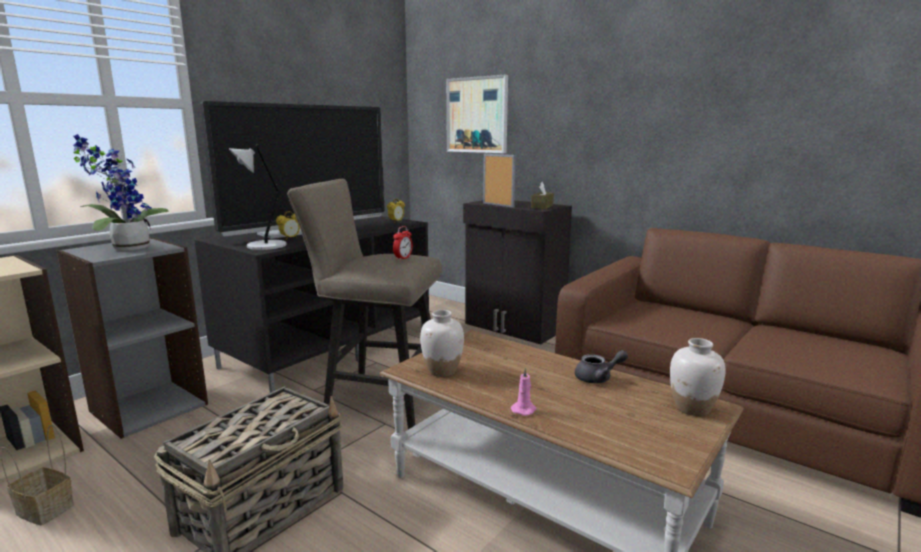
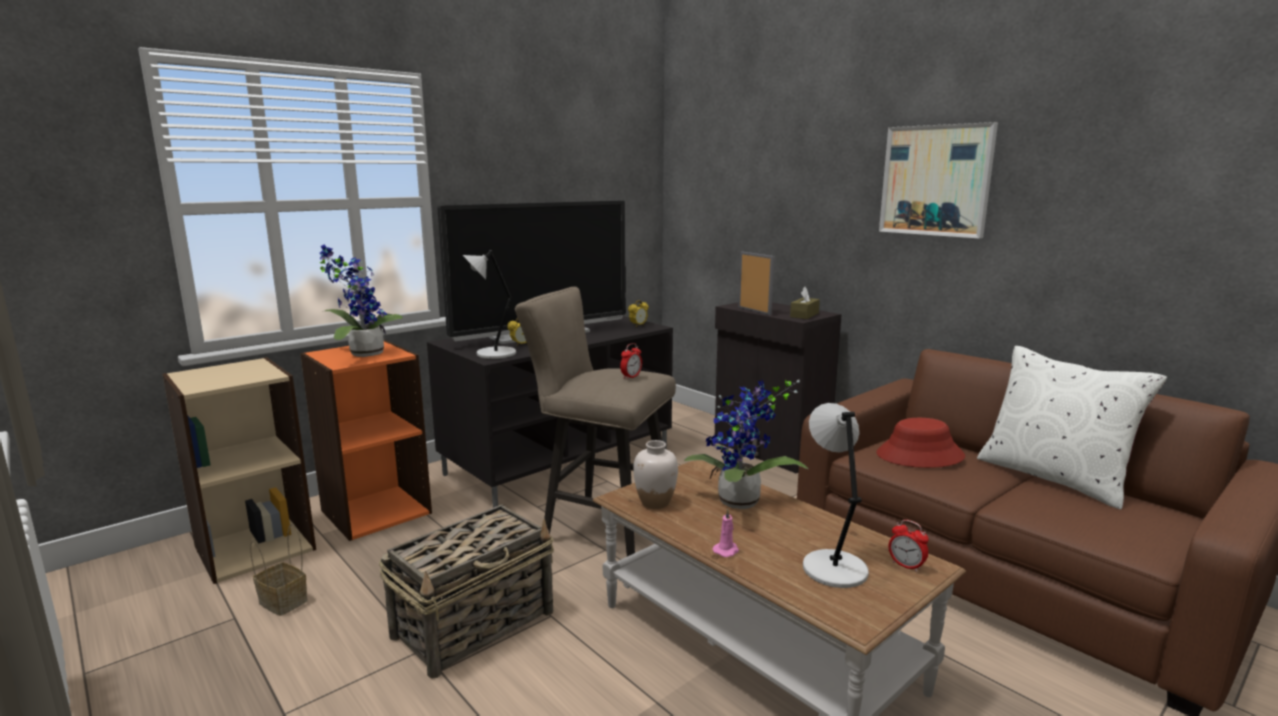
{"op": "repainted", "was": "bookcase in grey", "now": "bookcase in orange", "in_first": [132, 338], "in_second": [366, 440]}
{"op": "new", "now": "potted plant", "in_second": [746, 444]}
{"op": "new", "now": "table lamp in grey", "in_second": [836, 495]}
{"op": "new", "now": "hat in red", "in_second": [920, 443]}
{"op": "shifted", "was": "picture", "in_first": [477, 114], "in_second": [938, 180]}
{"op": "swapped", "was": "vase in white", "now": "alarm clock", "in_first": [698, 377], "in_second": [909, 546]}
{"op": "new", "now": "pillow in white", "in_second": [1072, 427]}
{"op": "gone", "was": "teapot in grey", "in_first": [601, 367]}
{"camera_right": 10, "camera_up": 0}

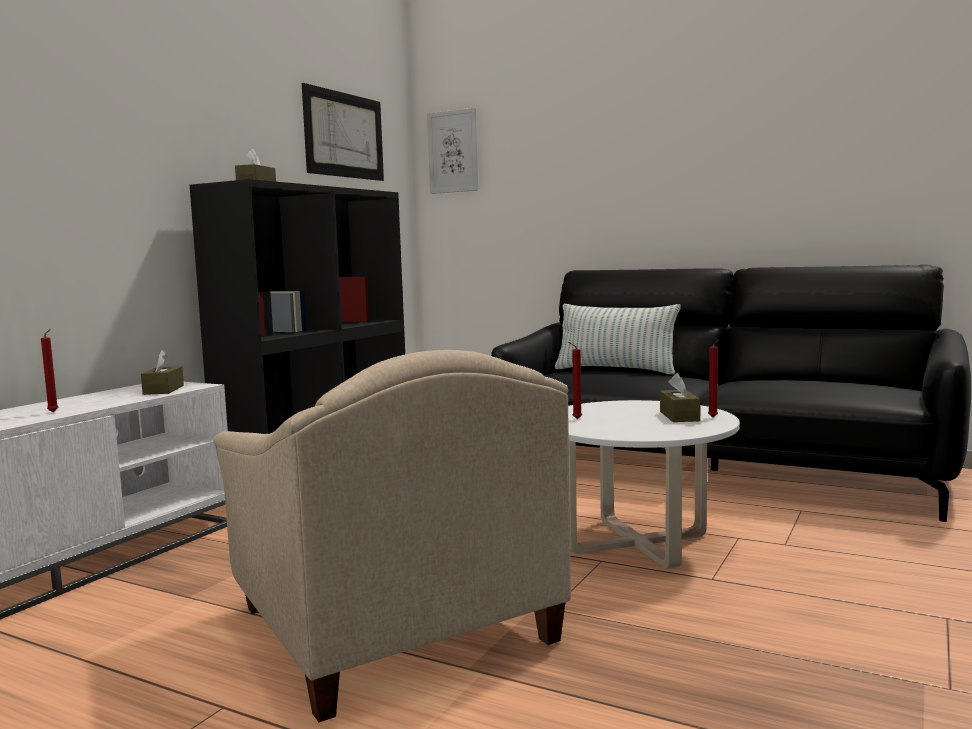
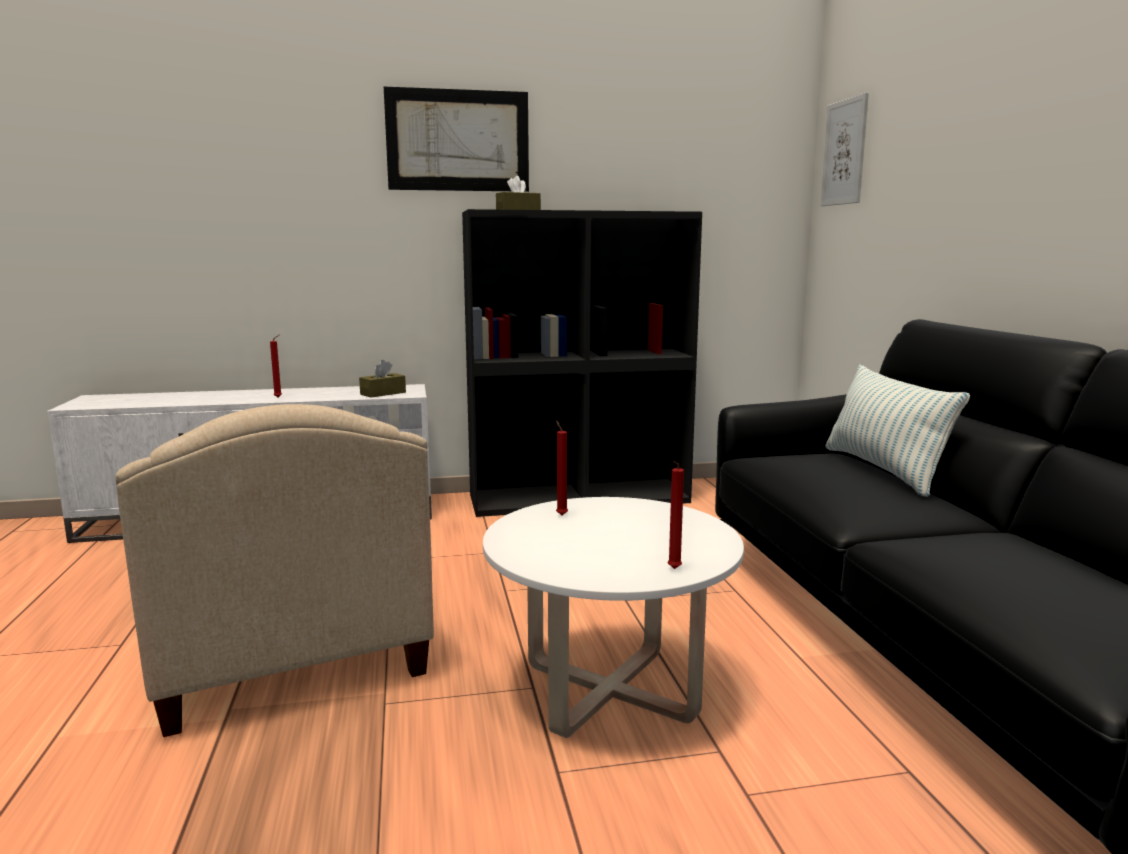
{"op": "rotated", "was": "armchair in beige", "in_first": [392, 536], "in_second": [275, 570], "clockwise": -45}
{"op": "shifted", "was": "picture", "in_first": [343, 132], "in_second": [456, 139]}
{"op": "gone", "was": "tissue box in brown", "in_first": [680, 397]}
{"camera_right": 50, "camera_up": 5}

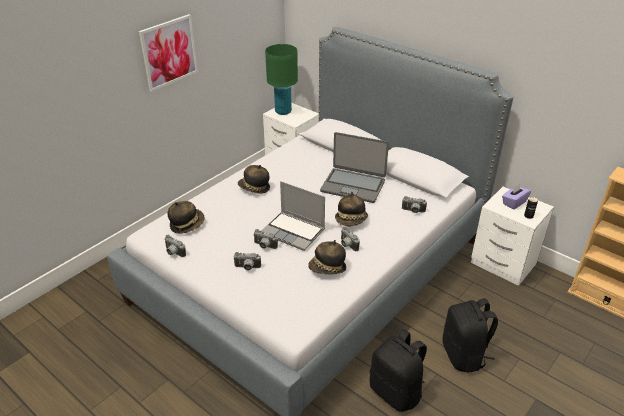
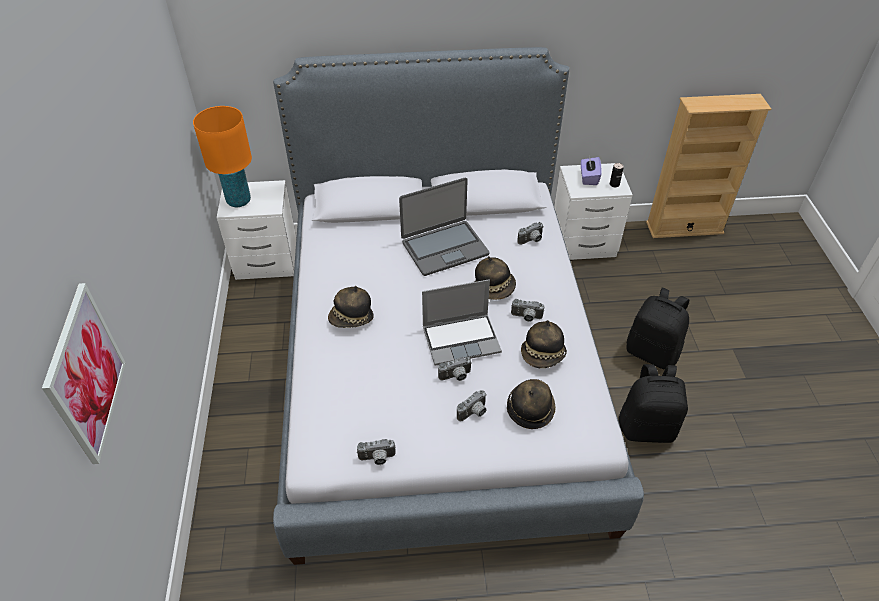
{"op": "shifted", "was": "picture", "in_first": [168, 53], "in_second": [84, 373]}
{"op": "repainted", "was": "table lamp in green", "now": "table lamp in orange", "in_first": [281, 79], "in_second": [222, 156]}
{"op": "shifted", "was": "hat", "in_first": [186, 217], "in_second": [531, 404]}
{"camera_right": -45, "camera_up": 10}

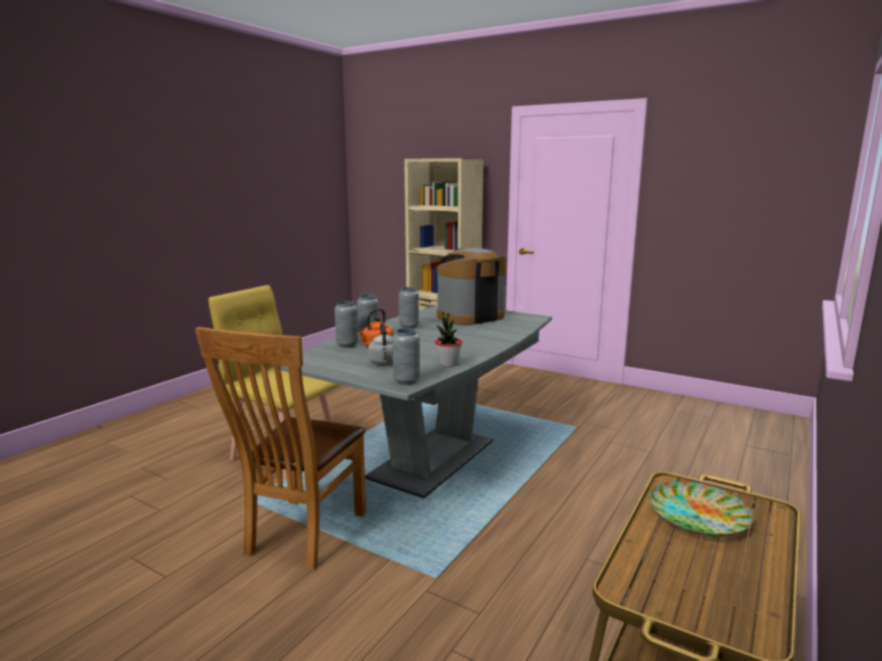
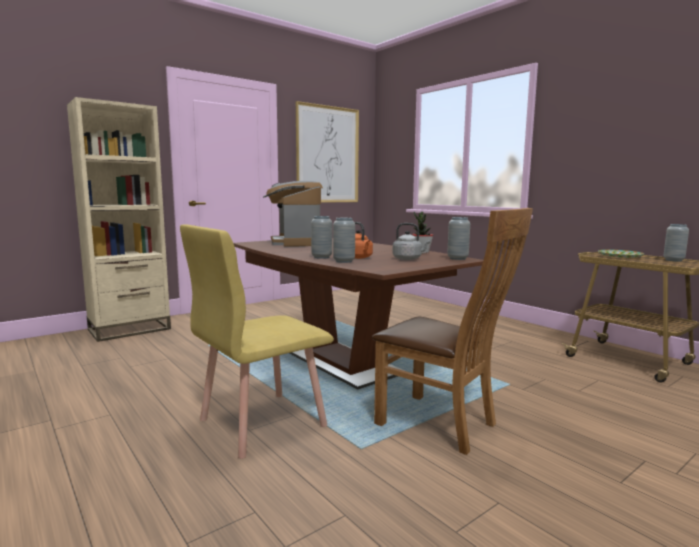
{"op": "repainted", "was": "dining table in grey", "now": "dining table in brown", "in_first": [416, 402], "in_second": [358, 314]}
{"op": "new", "now": "picture", "in_second": [327, 152]}
{"op": "shifted", "was": "vase in grey", "in_first": [409, 308], "in_second": [676, 243]}
{"camera_right": -70, "camera_up": -5}

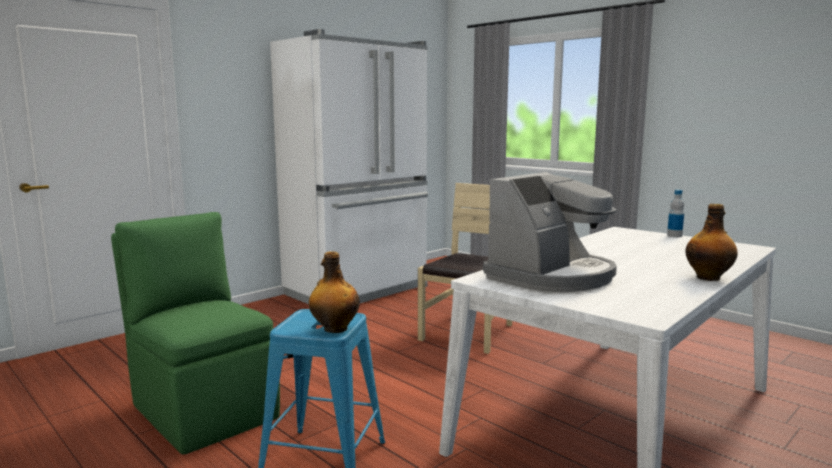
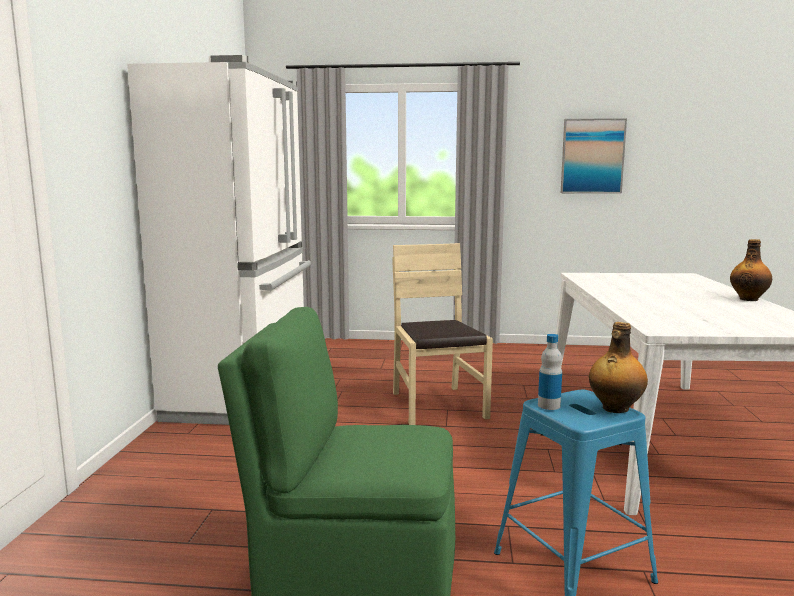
{"op": "shifted", "was": "bottle", "in_first": [675, 213], "in_second": [550, 372]}
{"op": "new", "now": "picture", "in_second": [594, 156]}
{"op": "gone", "was": "coffee machine", "in_first": [550, 232]}
{"camera_right": -40, "camera_up": 0}

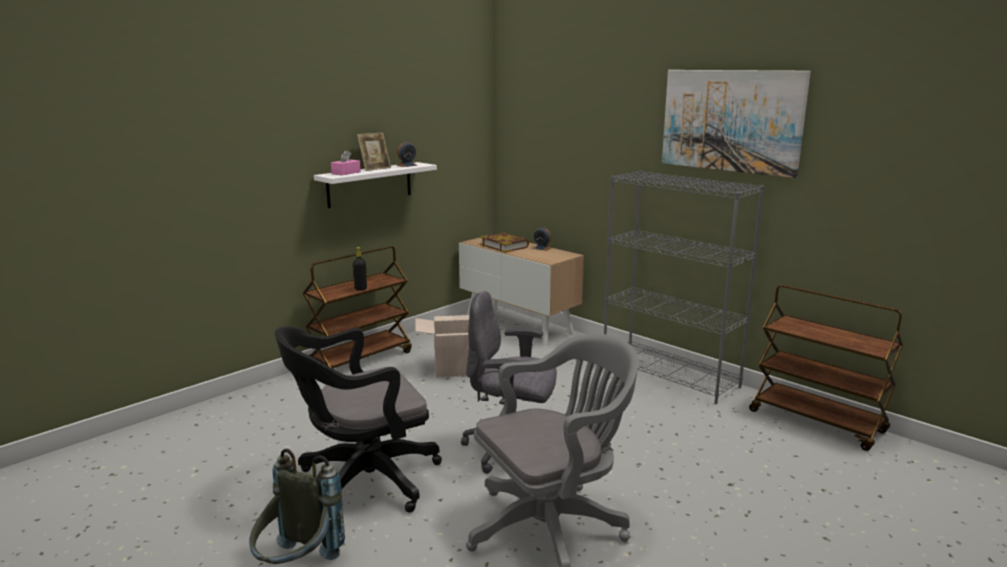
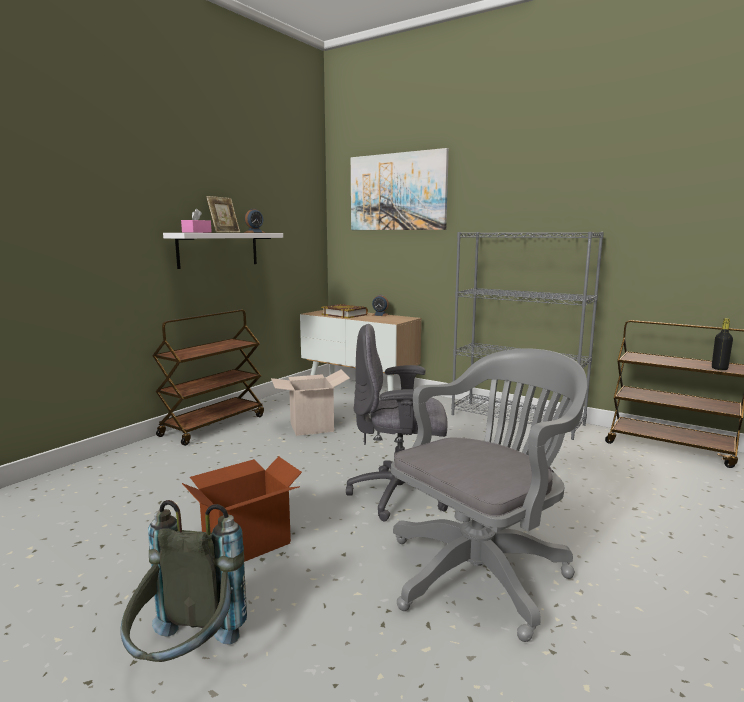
{"op": "swapped", "was": "office chair in black", "now": "cardboard box", "in_first": [358, 419], "in_second": [242, 509]}
{"op": "shifted", "was": "picture", "in_first": [736, 124], "in_second": [400, 189]}
{"op": "shifted", "was": "bottle in black", "in_first": [360, 269], "in_second": [722, 344]}
{"camera_right": -10, "camera_up": -5}

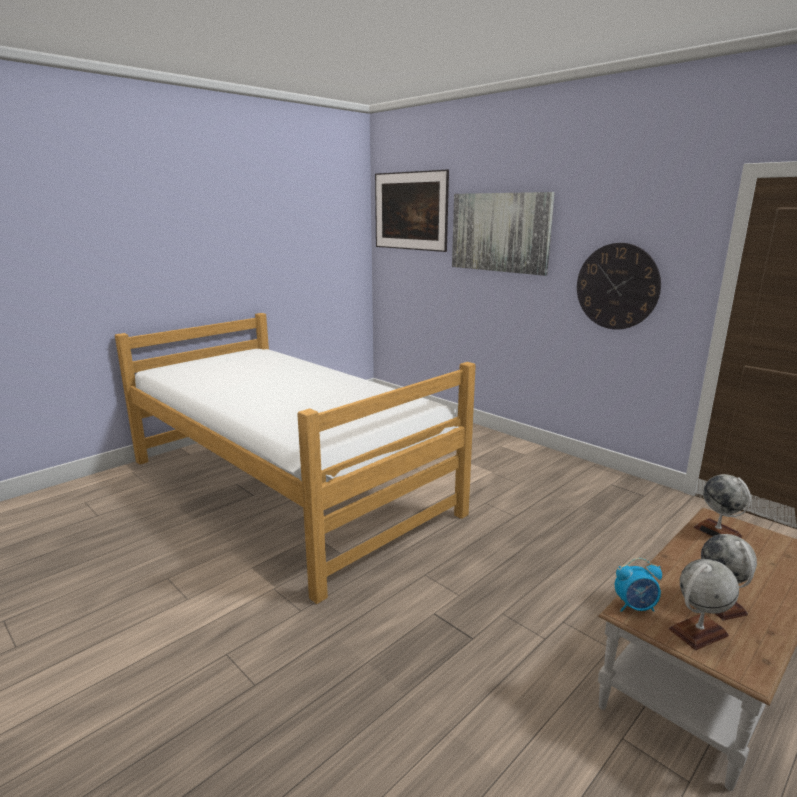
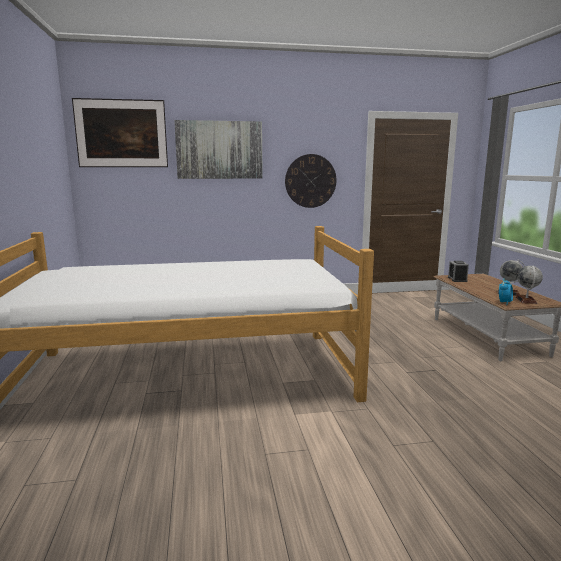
{"op": "swapped", "was": "globe", "now": "alarm clock", "in_first": [722, 506], "in_second": [458, 271]}
{"camera_right": -55, "camera_up": -5}

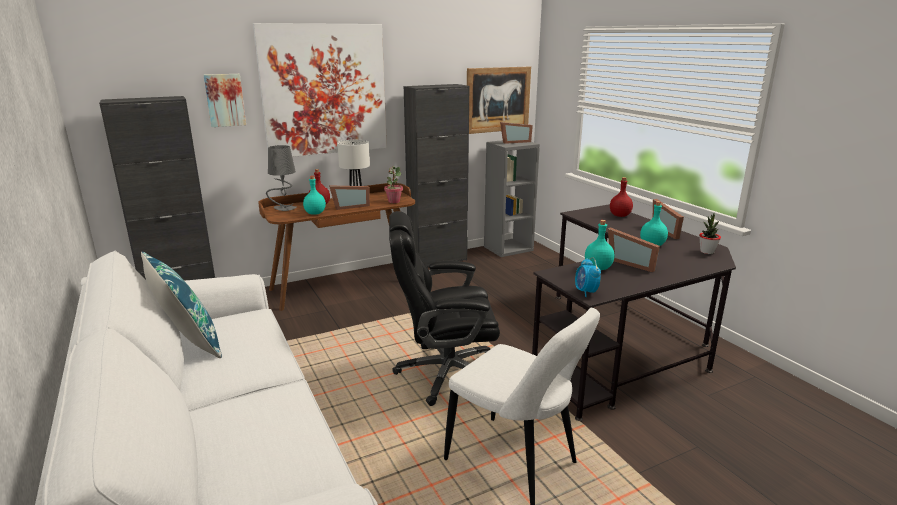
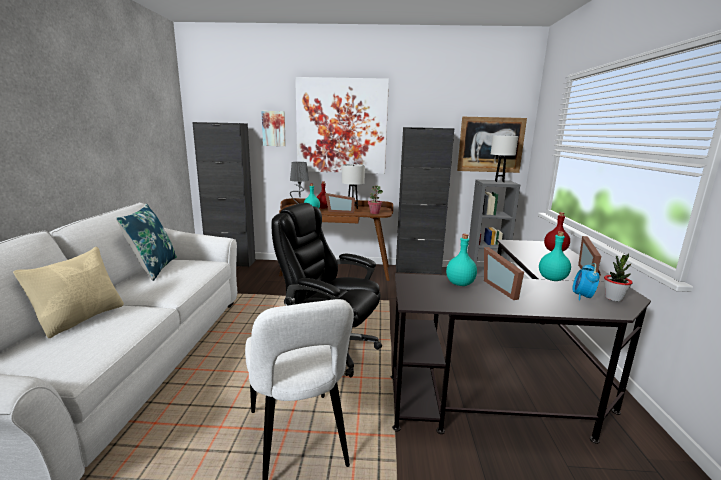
{"op": "new", "now": "pillow in beige", "in_second": [68, 292]}
{"op": "swapped", "was": "picture frame", "now": "table lamp in white", "in_first": [516, 133], "in_second": [504, 158]}
{"op": "shifted", "was": "alarm clock", "in_first": [588, 277], "in_second": [585, 281]}
{"camera_right": 30, "camera_up": -5}

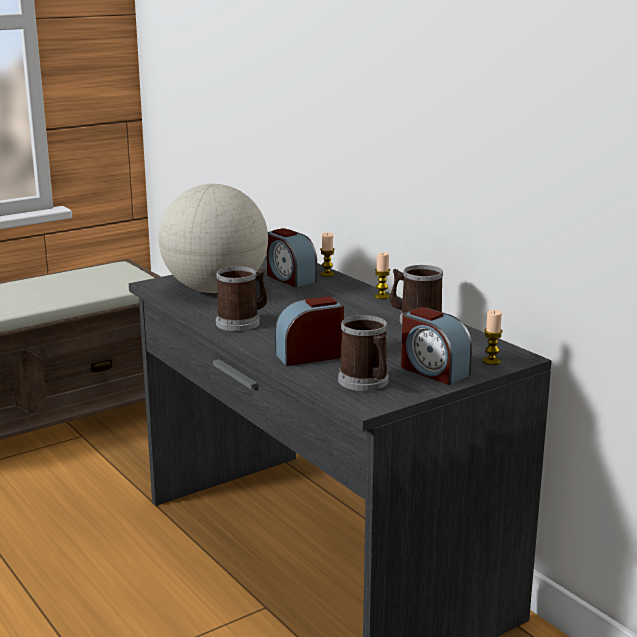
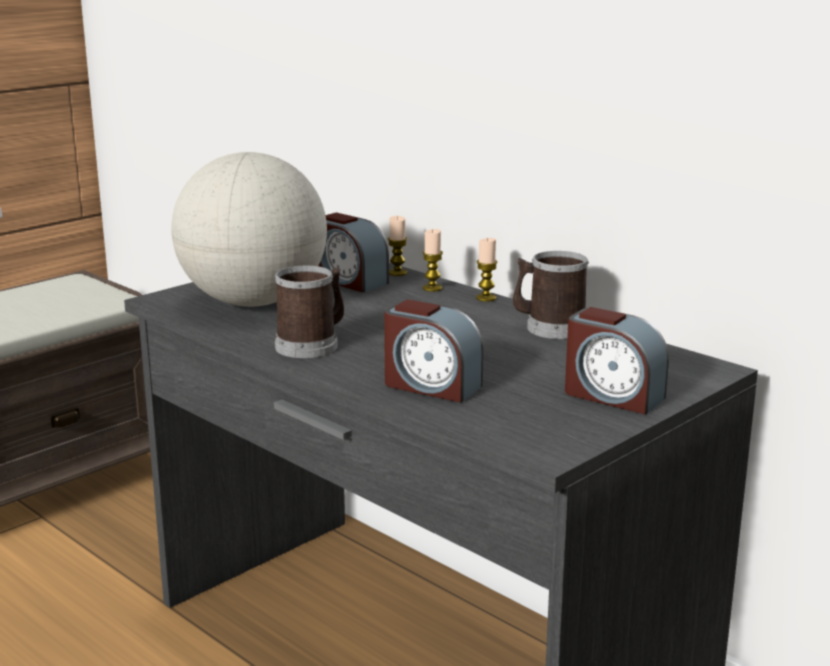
{"op": "rotated", "was": "alarm clock", "in_first": [309, 331], "in_second": [433, 351], "clockwise": -120}
{"op": "shifted", "was": "candle", "in_first": [493, 337], "in_second": [433, 260]}
{"op": "gone", "was": "mug", "in_first": [363, 353]}
{"camera_right": -10, "camera_up": 0}

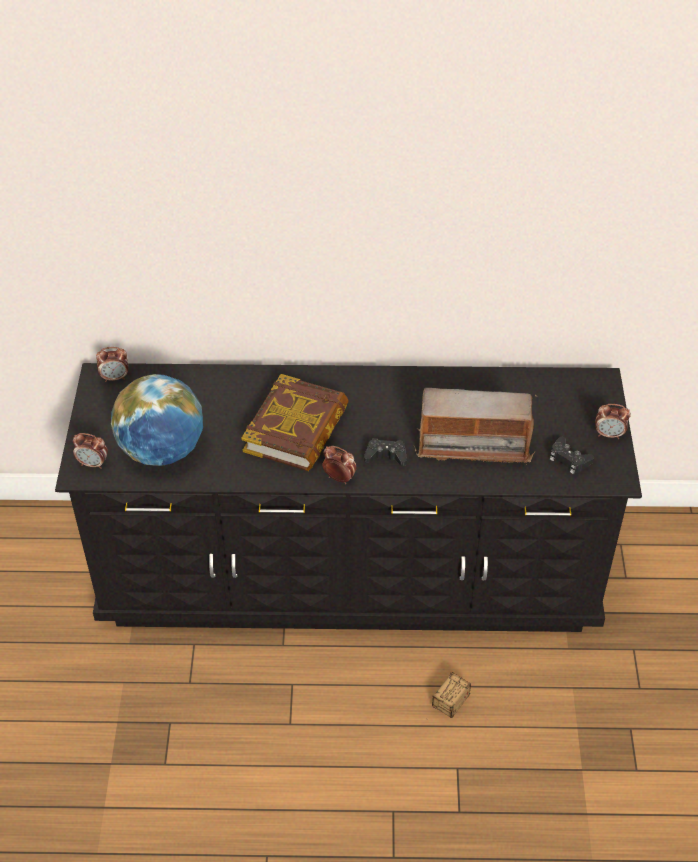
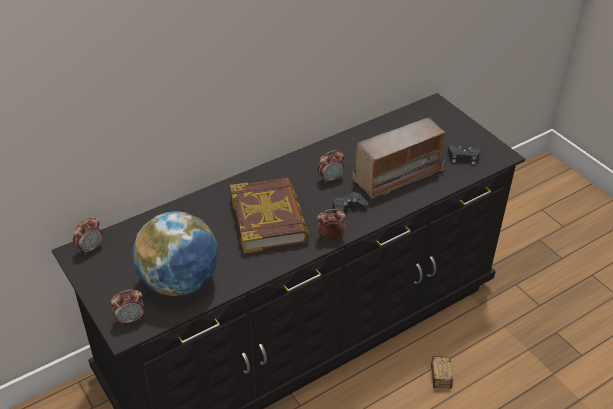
{"op": "shifted", "was": "alarm clock", "in_first": [613, 421], "in_second": [331, 166]}
{"camera_right": -35, "camera_up": -5}

